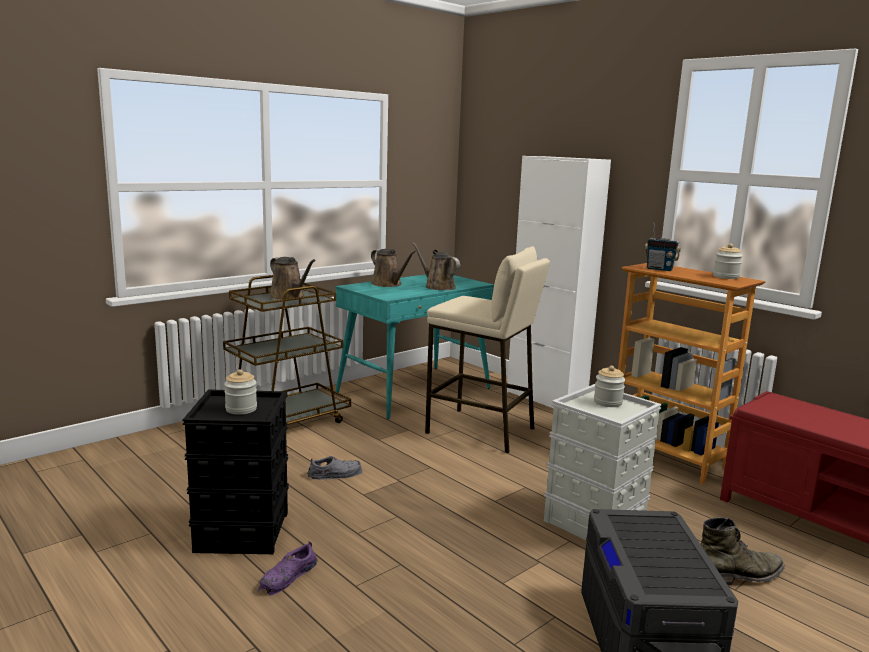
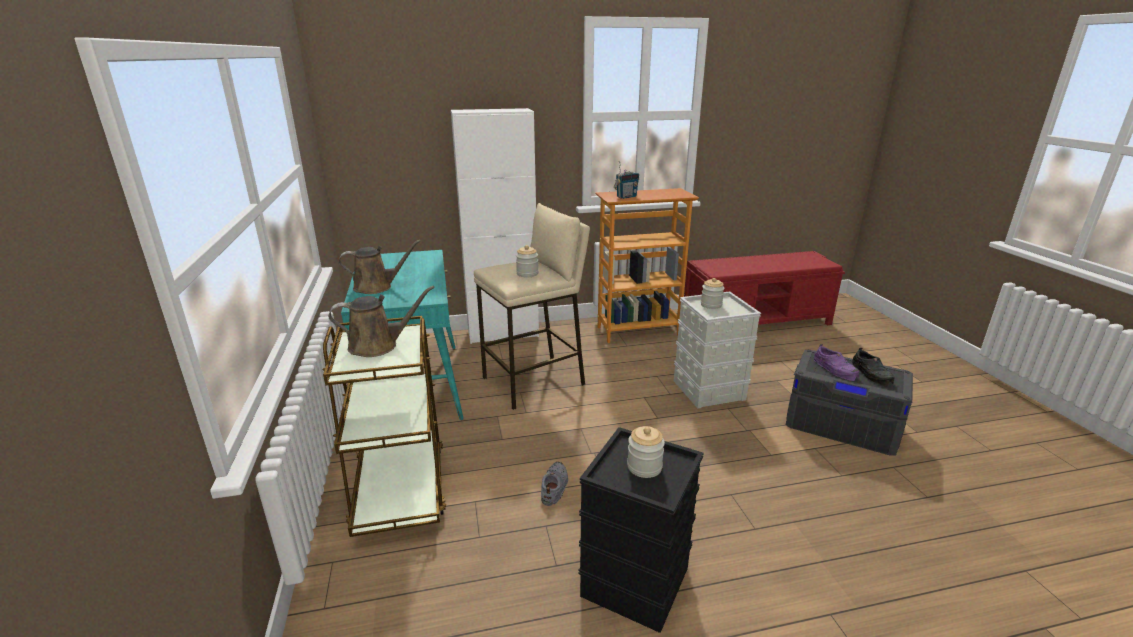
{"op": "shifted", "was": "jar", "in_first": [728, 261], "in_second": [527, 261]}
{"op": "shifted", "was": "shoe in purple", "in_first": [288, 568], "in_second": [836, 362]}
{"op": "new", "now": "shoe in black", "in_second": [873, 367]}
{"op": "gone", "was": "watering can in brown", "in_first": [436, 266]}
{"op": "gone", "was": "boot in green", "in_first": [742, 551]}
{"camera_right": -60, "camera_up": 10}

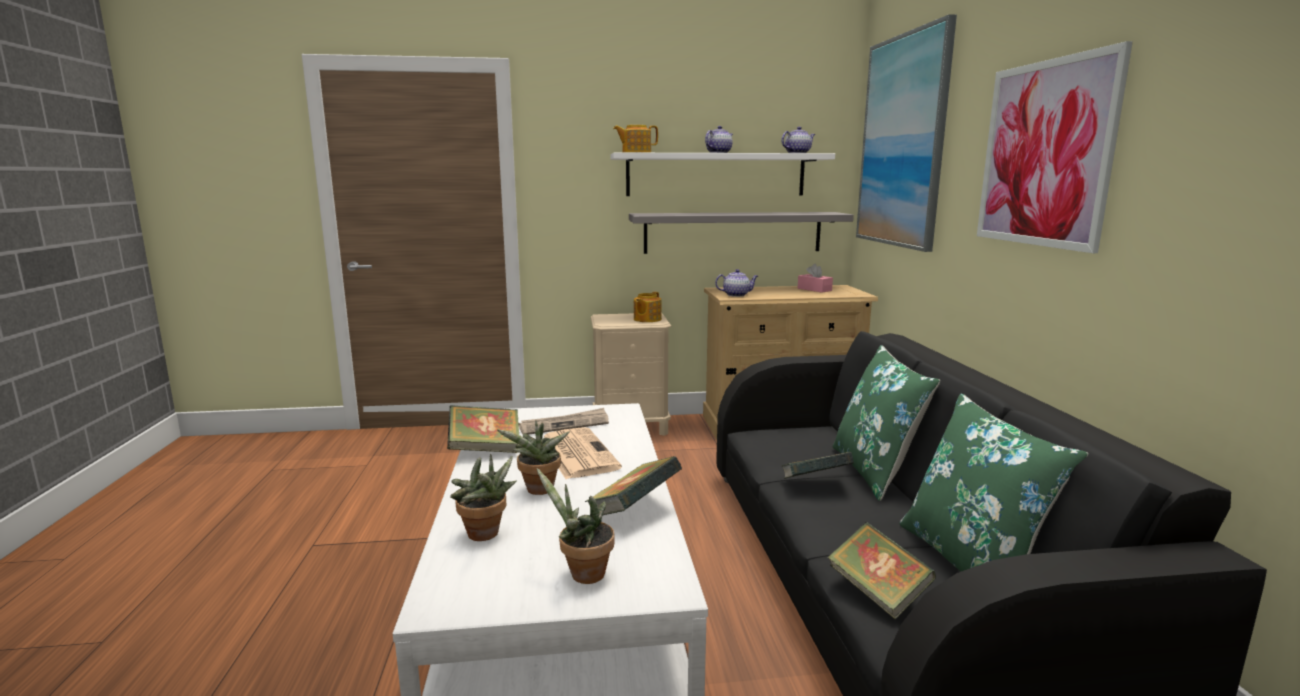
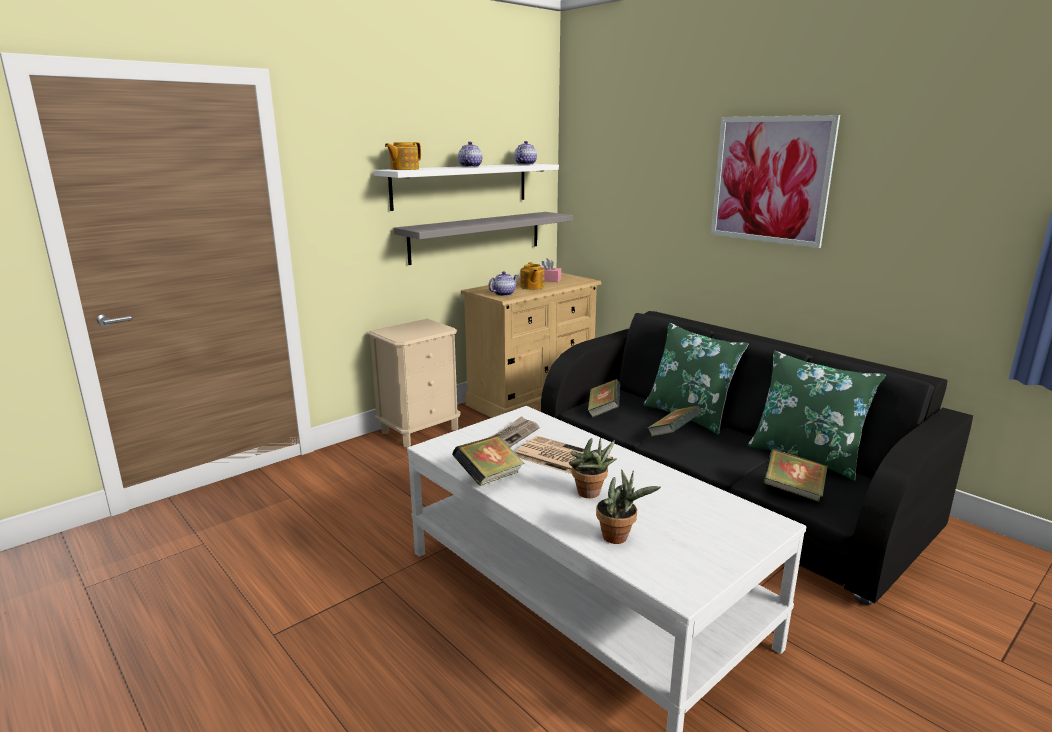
{"op": "shifted", "was": "teapot", "in_first": [648, 307], "in_second": [532, 276]}
{"op": "shifted", "was": "book", "in_first": [633, 486], "in_second": [604, 398]}
{"op": "gone", "was": "potted plant", "in_first": [576, 526]}
{"op": "gone", "was": "picture", "in_first": [906, 133]}
{"camera_right": -35, "camera_up": 5}

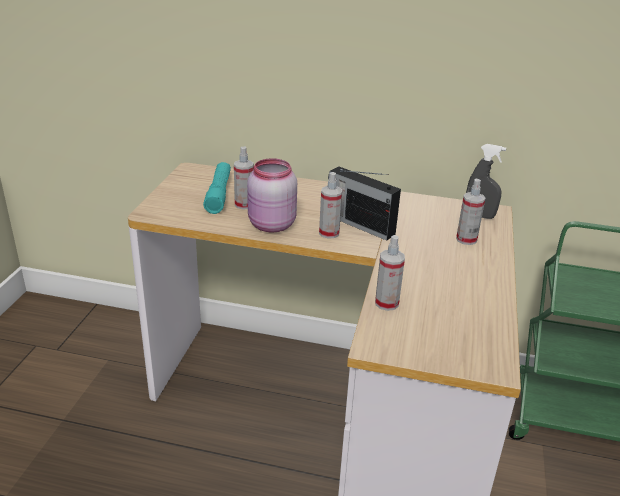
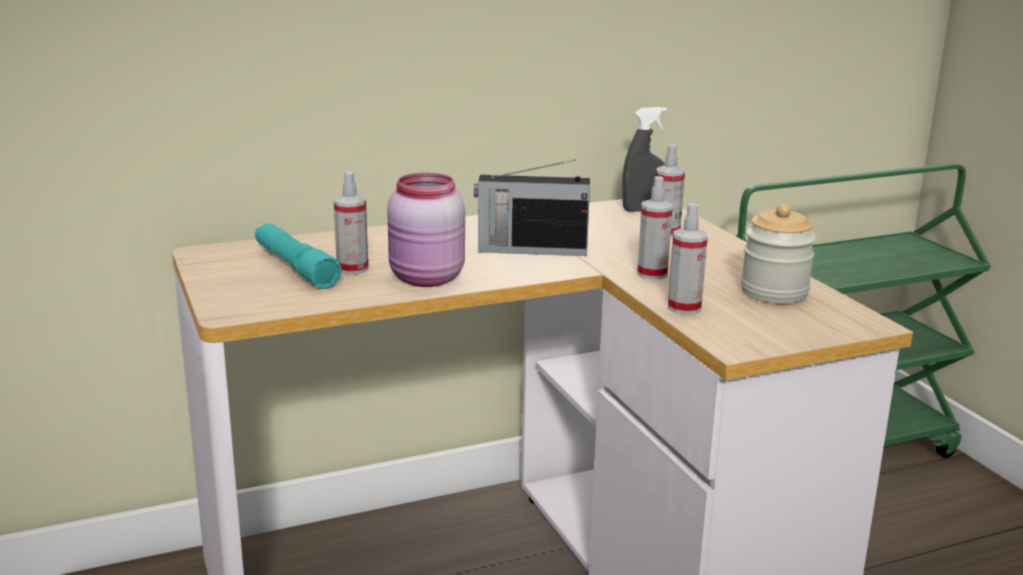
{"op": "shifted", "was": "spray bottle", "in_first": [330, 205], "in_second": [655, 228]}
{"op": "new", "now": "jar", "in_second": [778, 254]}
{"camera_right": -35, "camera_up": -10}

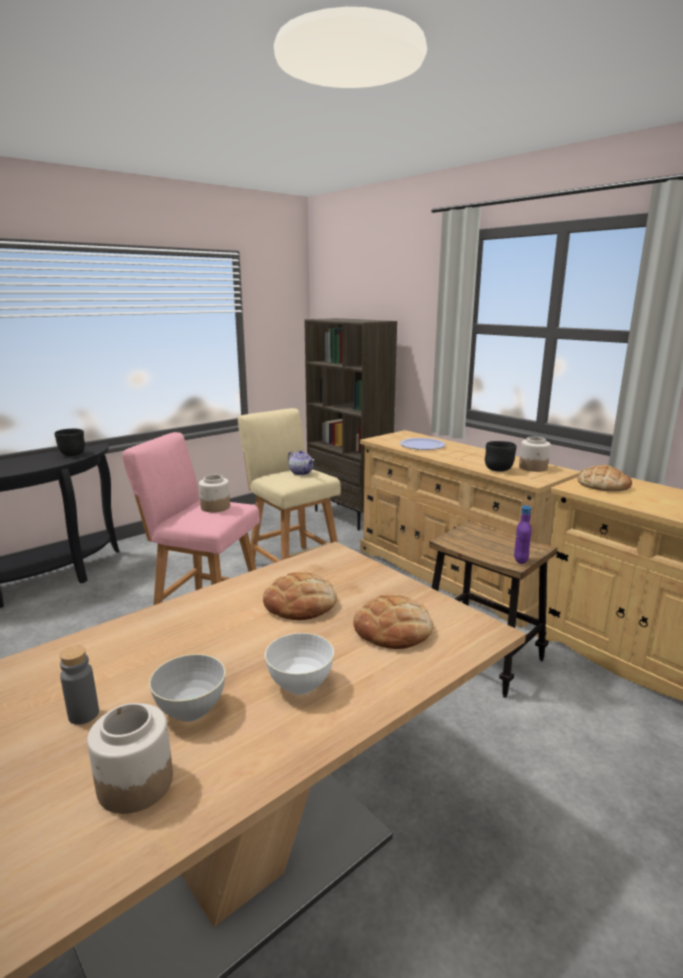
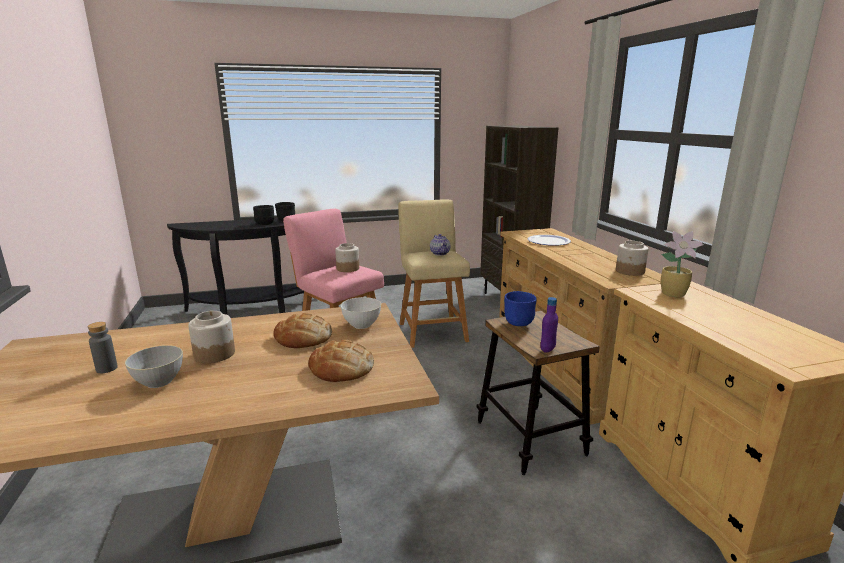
{"op": "shifted", "was": "jar", "in_first": [130, 758], "in_second": [211, 337]}
{"op": "shifted", "was": "bowl in black", "in_first": [500, 456], "in_second": [263, 215]}
{"op": "shifted", "was": "bowl in white", "in_first": [299, 664], "in_second": [361, 313]}
{"op": "new", "now": "bowl in blue", "in_second": [520, 308]}
{"op": "swapped", "was": "bread", "now": "potted plant", "in_first": [605, 478], "in_second": [682, 264]}
{"camera_right": 25, "camera_up": 0}

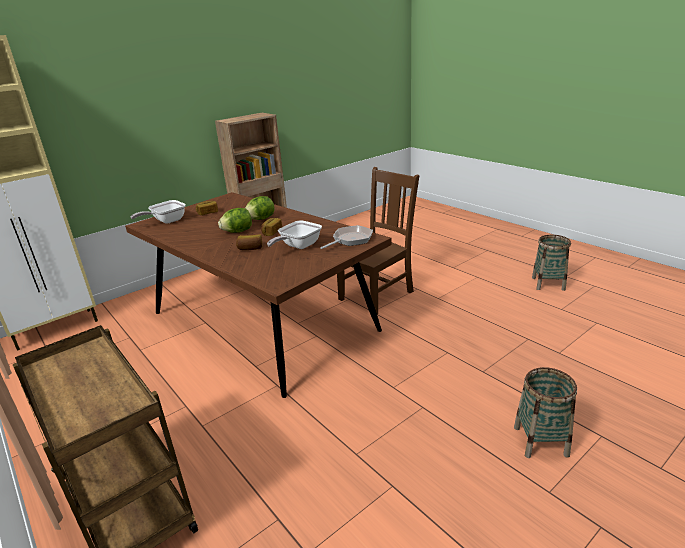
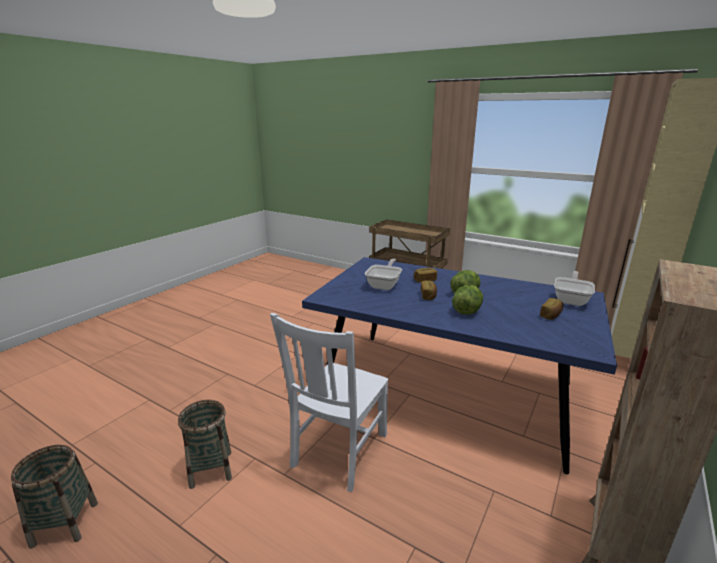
{"op": "shifted", "was": "basket", "in_first": [545, 412], "in_second": [205, 444]}
{"op": "repainted", "was": "chair in brown", "now": "chair in white", "in_first": [378, 241], "in_second": [329, 402]}
{"op": "repainted", "was": "dining table in brown", "now": "dining table in blue", "in_first": [258, 295], "in_second": [459, 365]}
{"op": "gone", "was": "frying pan", "in_first": [346, 237]}
{"camera_right": 160, "camera_up": -5}

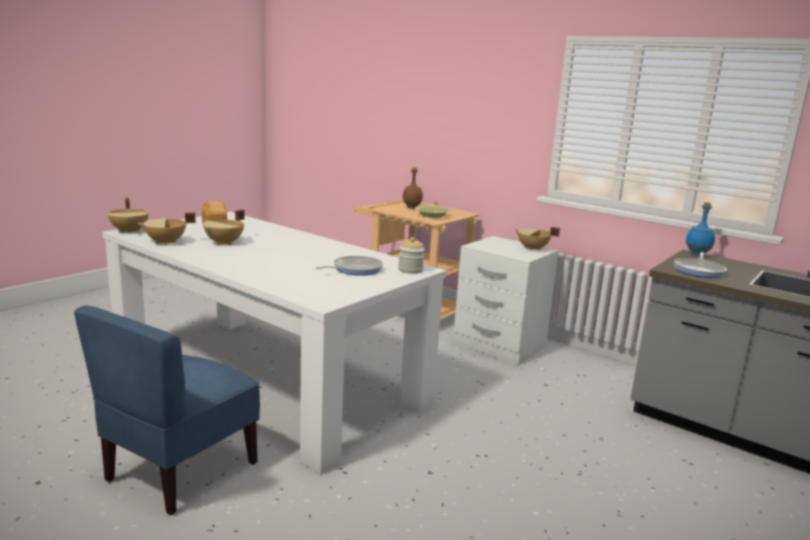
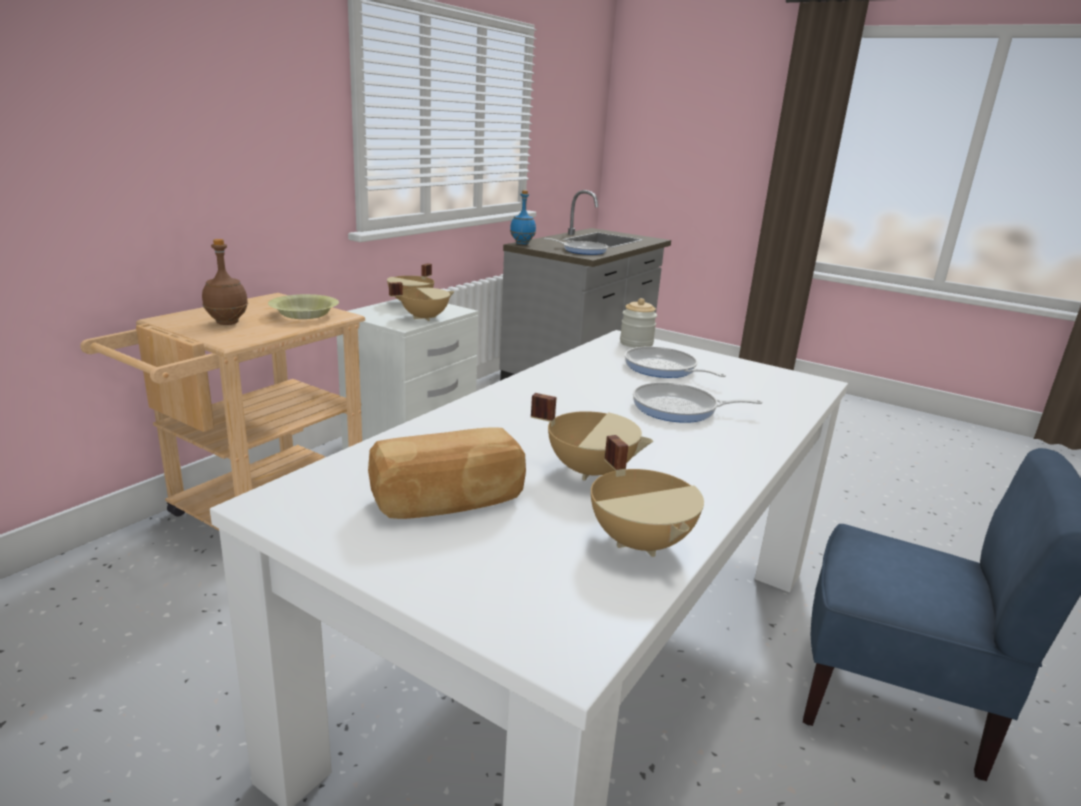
{"op": "shifted", "was": "cooking pot in beige", "in_first": [128, 216], "in_second": [422, 301]}
{"op": "new", "now": "frying pan", "in_second": [697, 402]}
{"camera_right": -95, "camera_up": 5}

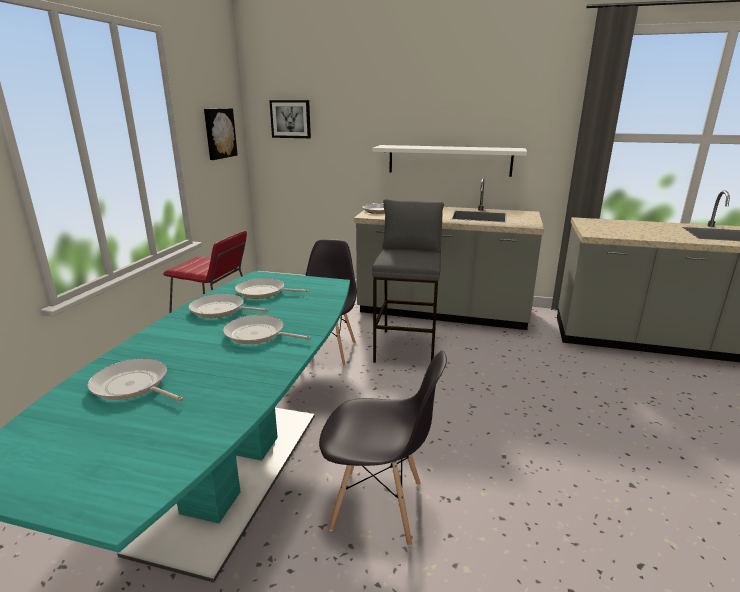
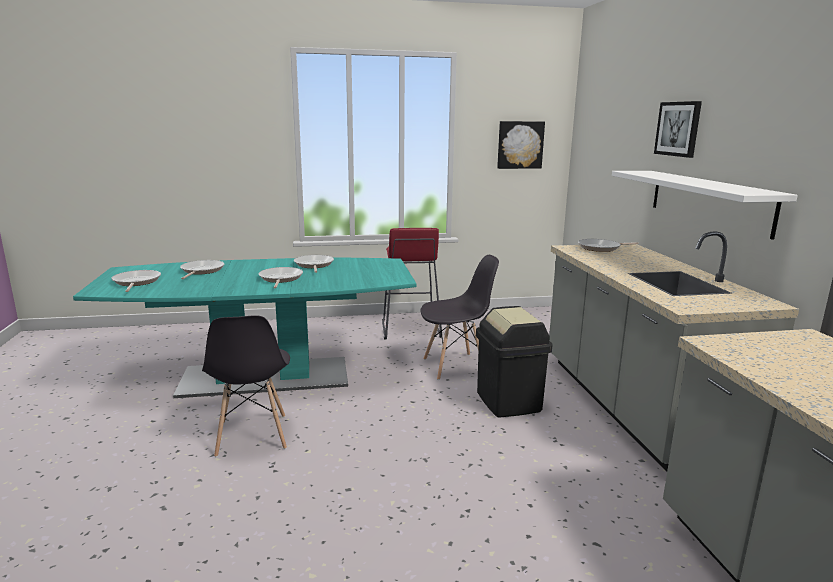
{"op": "shifted", "was": "frying pan", "in_first": [272, 288], "in_second": [136, 281]}
{"op": "swapped", "was": "stool in grey", "now": "trash can in black", "in_first": [408, 281], "in_second": [514, 361]}
{"op": "shifted", "was": "picture", "in_first": [290, 119], "in_second": [678, 129]}
{"camera_right": 65, "camera_up": -5}

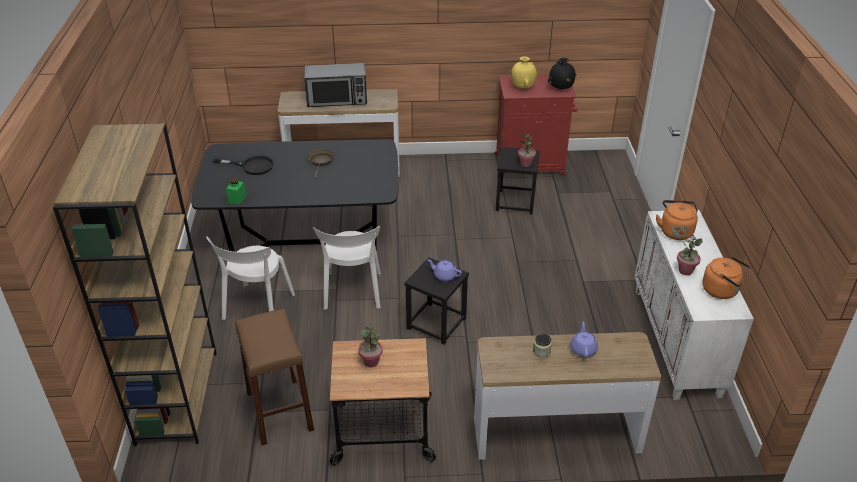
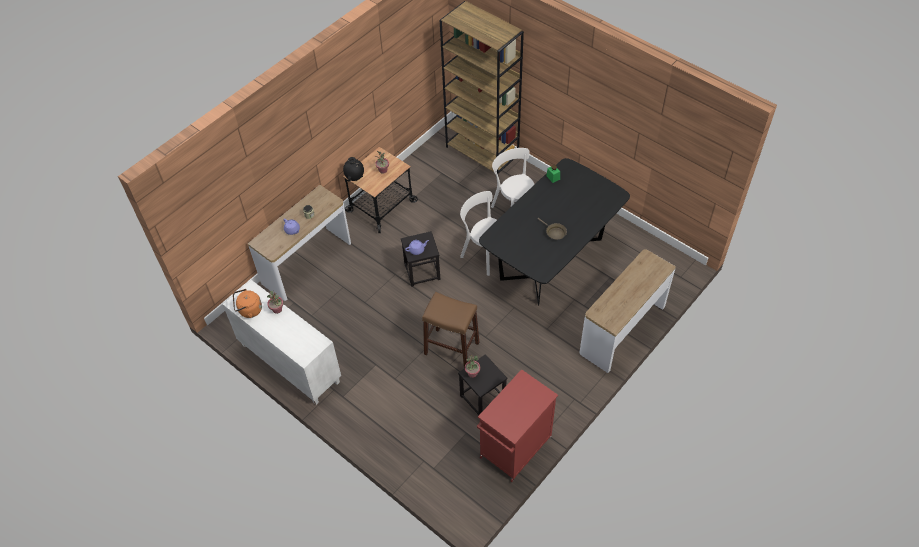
{"op": "shifted", "was": "vase in black", "in_first": [562, 73], "in_second": [353, 169]}
{"op": "shifted", "was": "stool in brown", "in_first": [274, 377], "in_second": [450, 330]}
{"op": "gone", "was": "frying pan in black", "in_first": [243, 165]}
{"op": "gone", "was": "microwave", "in_first": [335, 85]}
{"op": "gone", "was": "vase in yellow", "in_first": [524, 72]}
{"op": "gone", "was": "kettle in orange", "in_first": [677, 220]}
{"camera_right": 135, "camera_up": 15}

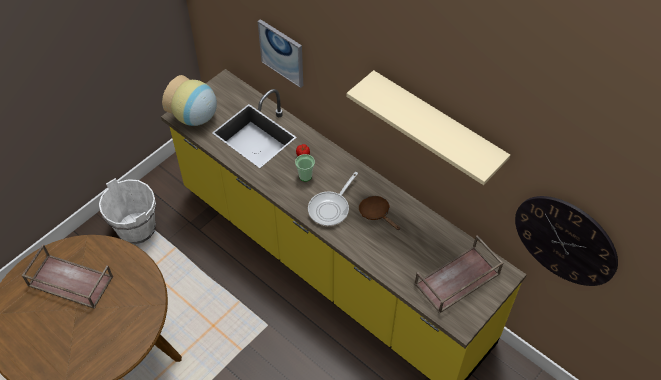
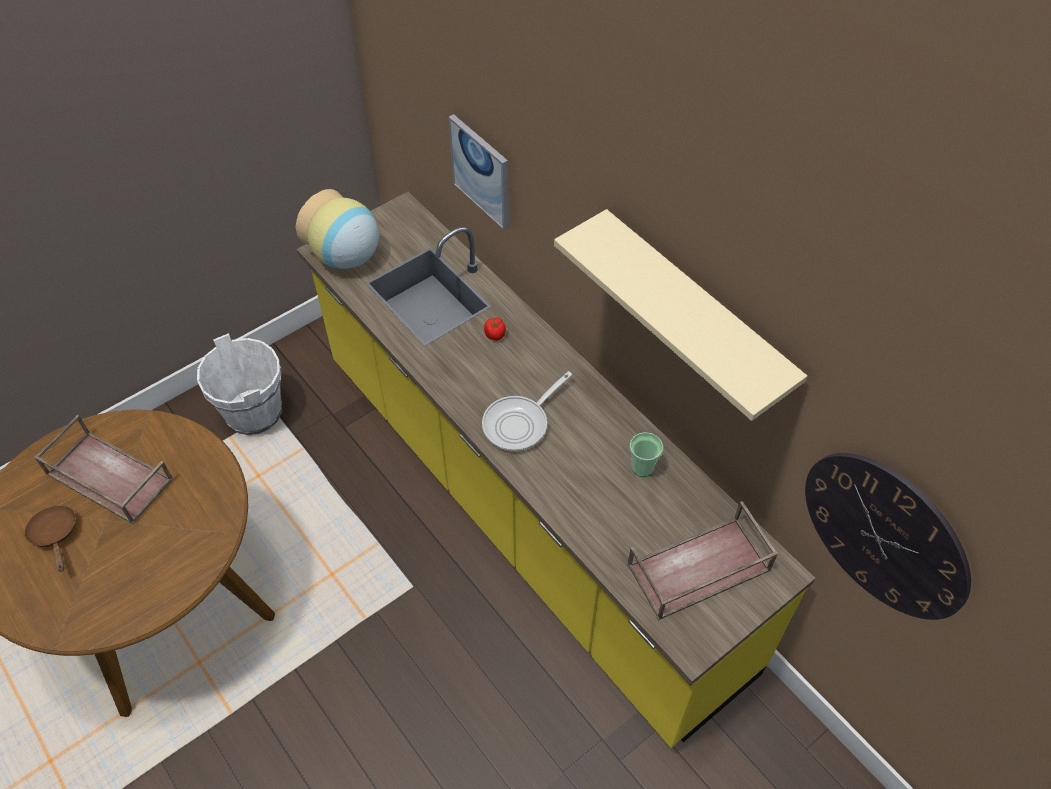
{"op": "shifted", "was": "frying pan in brown", "in_first": [379, 213], "in_second": [50, 538]}
{"op": "shifted", "was": "cup", "in_first": [305, 167], "in_second": [646, 454]}
{"camera_right": 10, "camera_up": 0}

